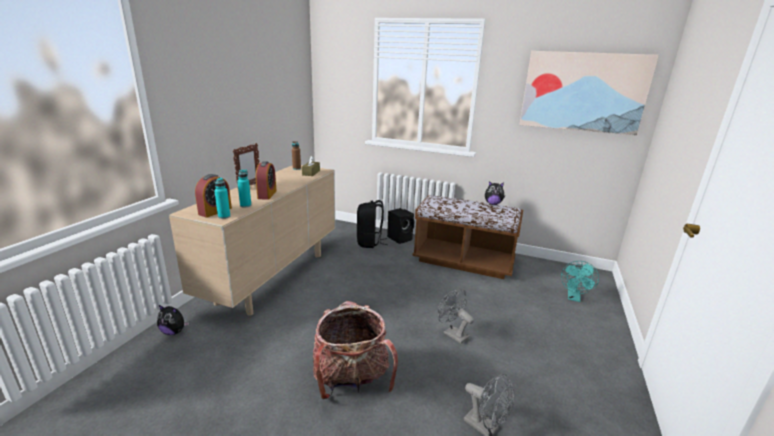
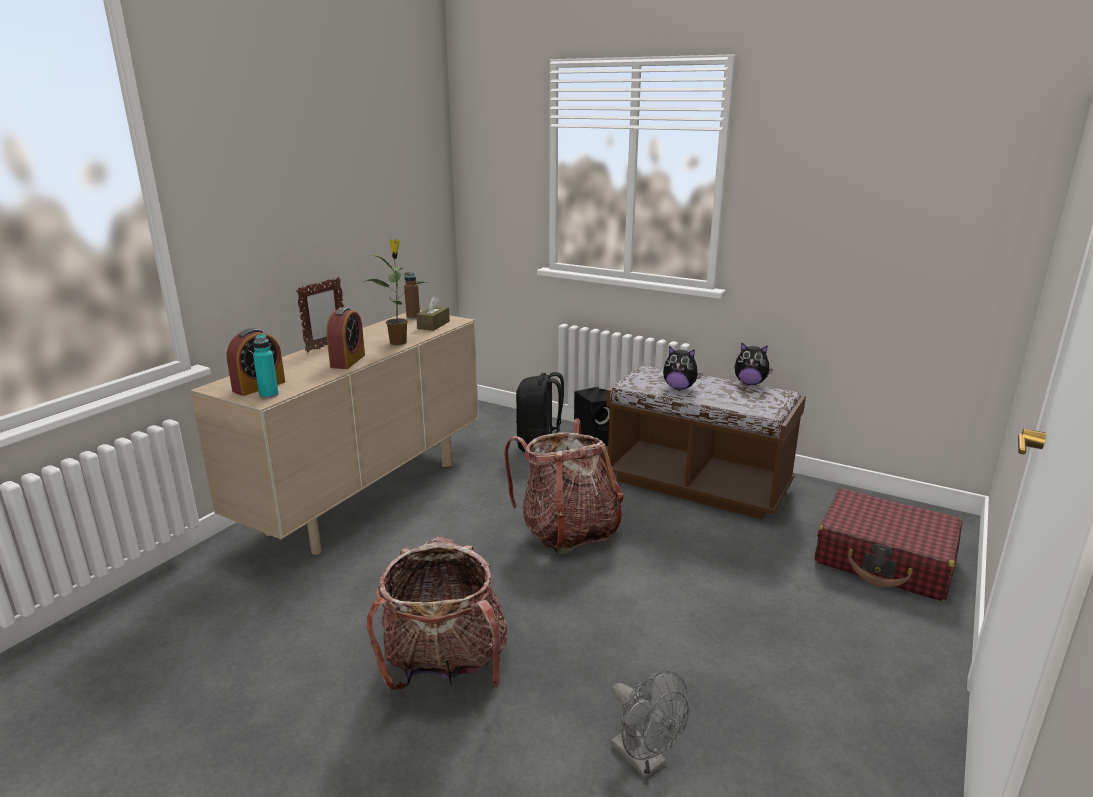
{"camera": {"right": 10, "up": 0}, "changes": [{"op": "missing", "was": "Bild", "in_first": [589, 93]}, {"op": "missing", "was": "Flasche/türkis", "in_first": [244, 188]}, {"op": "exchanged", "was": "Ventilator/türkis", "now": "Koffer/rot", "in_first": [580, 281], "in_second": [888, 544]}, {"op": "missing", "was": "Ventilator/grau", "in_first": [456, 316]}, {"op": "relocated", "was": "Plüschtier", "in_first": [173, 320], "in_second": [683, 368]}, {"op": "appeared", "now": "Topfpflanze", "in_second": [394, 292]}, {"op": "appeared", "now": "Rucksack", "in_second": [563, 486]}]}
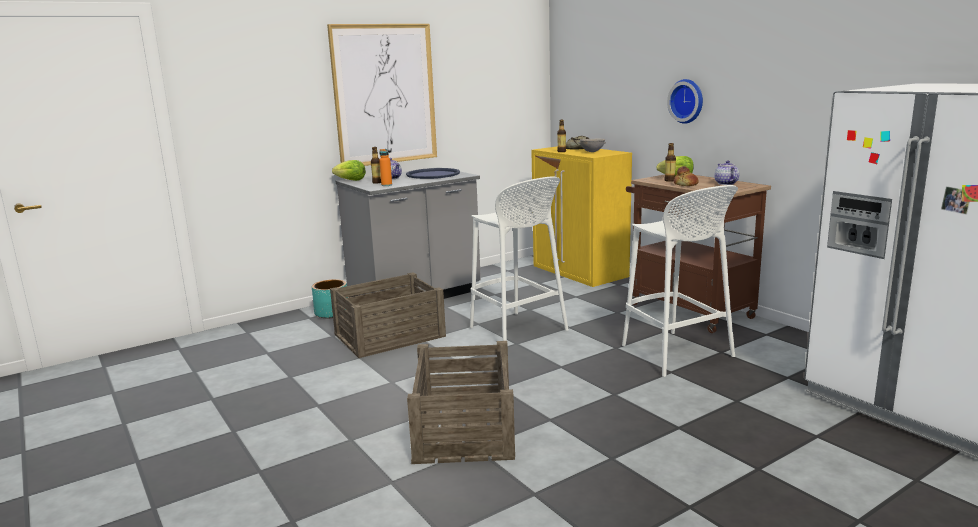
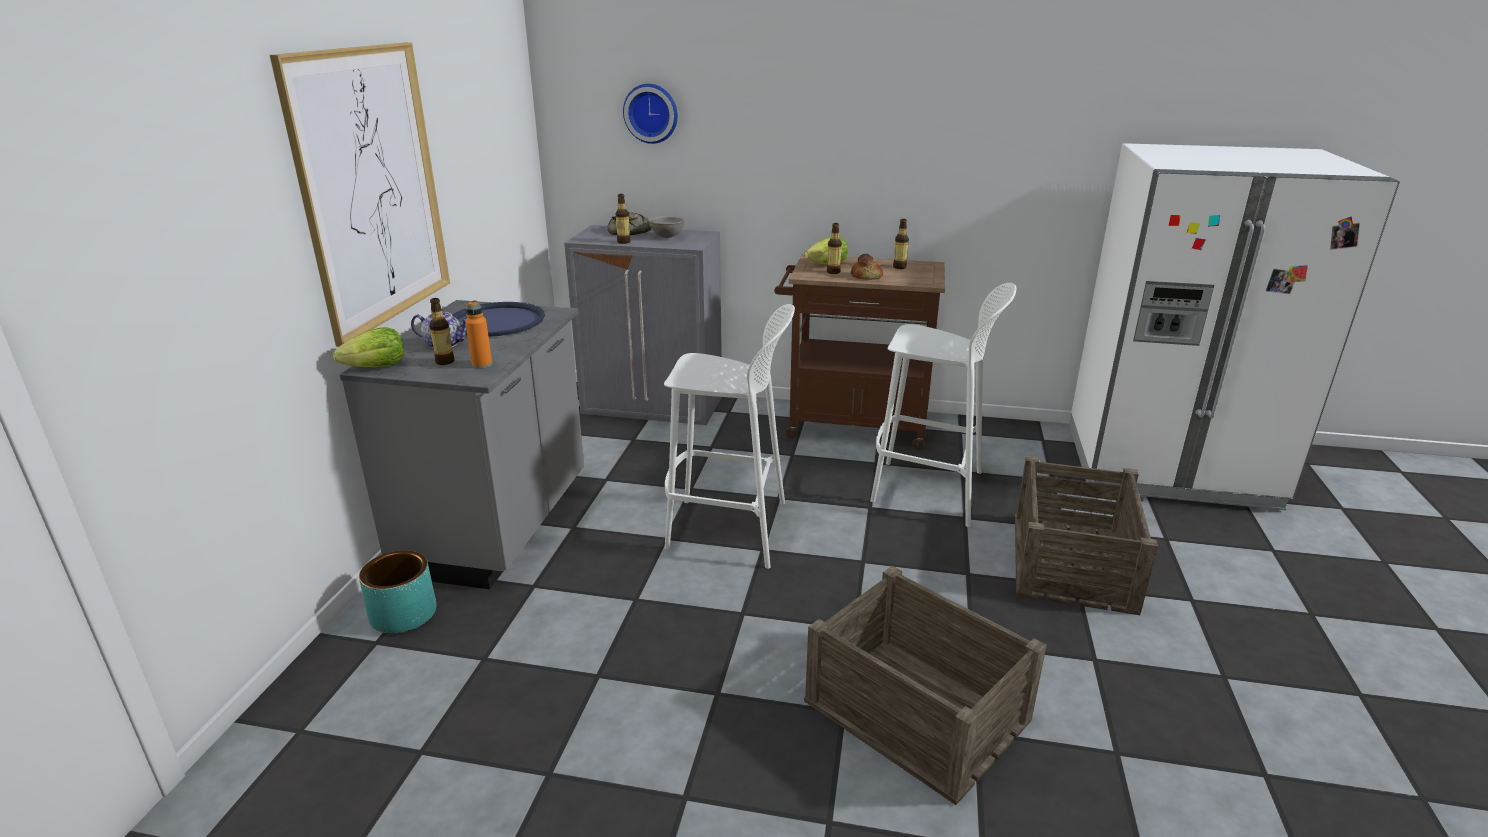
{"camera": {"right": -45, "up": 10}, "changes": [{"op": "relocated", "was": "Wanduhr", "in_first": [685, 101], "in_second": [650, 114]}, {"op": "colour", "was": "Schrank/gelb", "now": "Schrank/grau", "in_first": [581, 216], "in_second": [643, 325]}, {"op": "exchanged", "was": "Teekanne", "now": "Flasche", "in_first": [726, 172], "in_second": [901, 244]}, {"op": "relocated", "was": "Kiste", "in_first": [388, 315], "in_second": [1086, 535]}]}
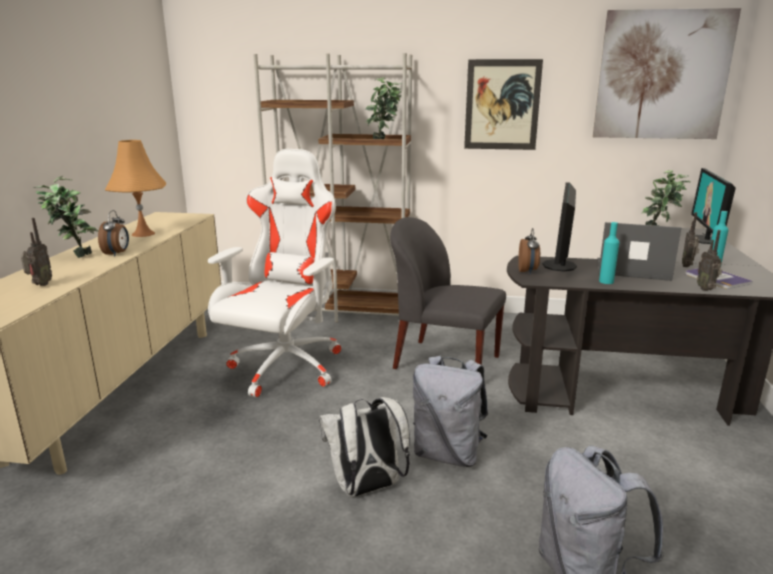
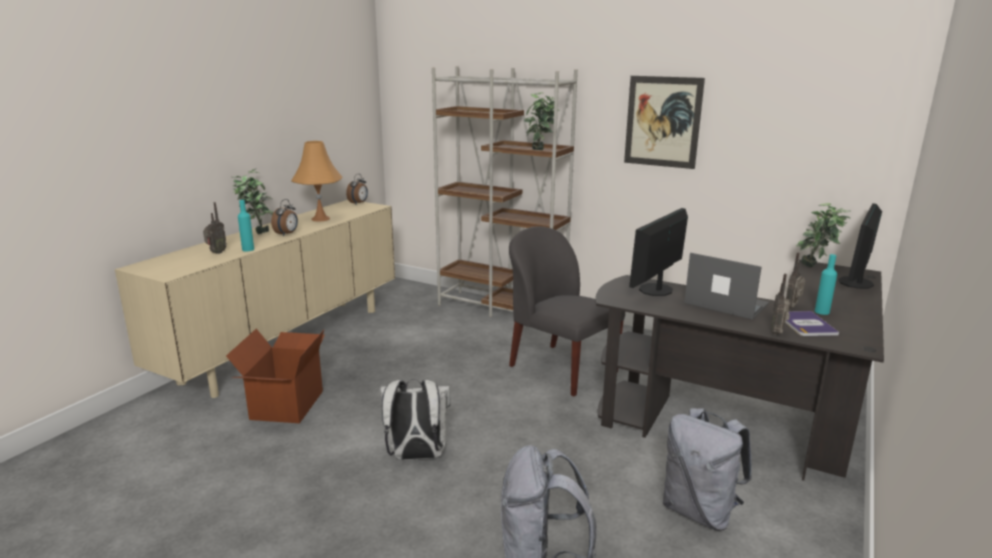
{"camera": {"right": 20, "up": 0}, "changes": [{"op": "missing", "was": "Bild", "in_first": [667, 73]}, {"op": "missing", "was": "Bürostuhl/weiß", "in_first": [275, 273]}, {"op": "relocated", "was": "Flasche/türkis", "in_first": [609, 253], "in_second": [246, 225]}, {"op": "relocated", "was": "Wecker", "in_first": [529, 251], "in_second": [357, 189]}, {"op": "relocated", "was": "Rucksack/grau", "in_first": [450, 411], "in_second": [707, 469]}, {"op": "appeared", "now": "Karton", "in_second": [275, 376]}]}
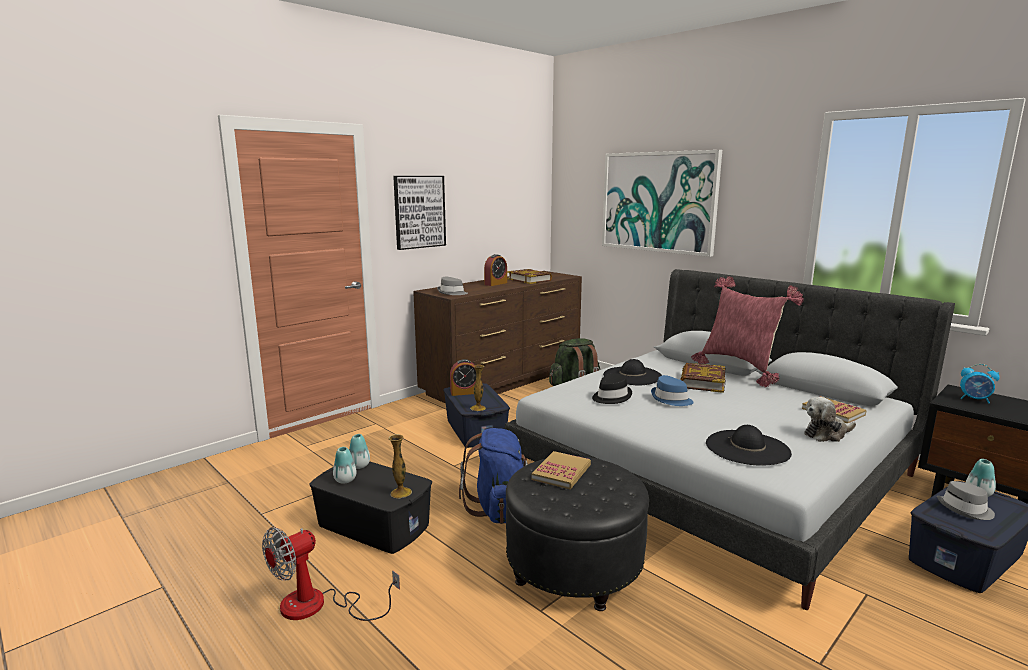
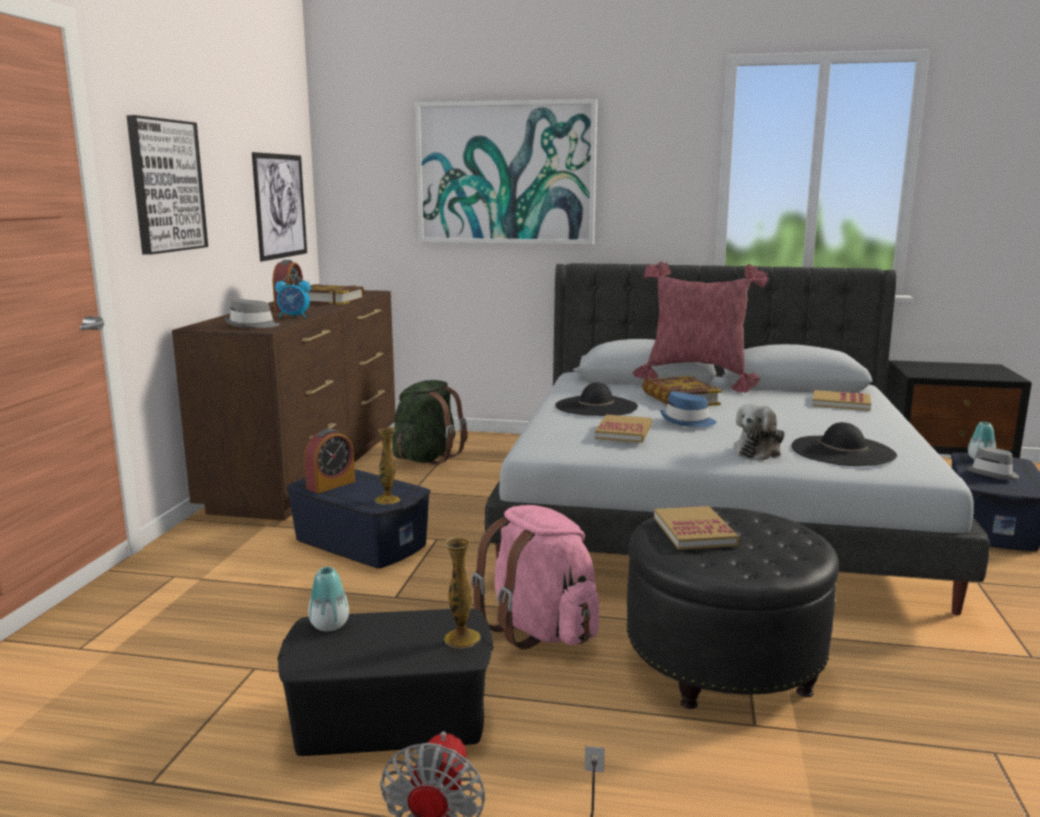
{"camera": {"right": -35, "up": 0}, "changes": [{"op": "relocated", "was": "Wecker", "in_first": [980, 383], "in_second": [293, 296]}, {"op": "exchanged", "was": "Hut/schwarz", "now": "Buch", "in_first": [612, 388], "in_second": [623, 429]}, {"op": "relocated", "was": "Plüschtier", "in_first": [830, 419], "in_second": [759, 431]}, {"op": "colour", "was": "Rucksack/blau", "now": "Rucksack/rosa", "in_first": [493, 476], "in_second": [535, 577]}, {"op": "missing", "was": "Vase", "in_first": [344, 465]}, {"op": "appeared", "now": "Bild", "in_second": [279, 206]}]}
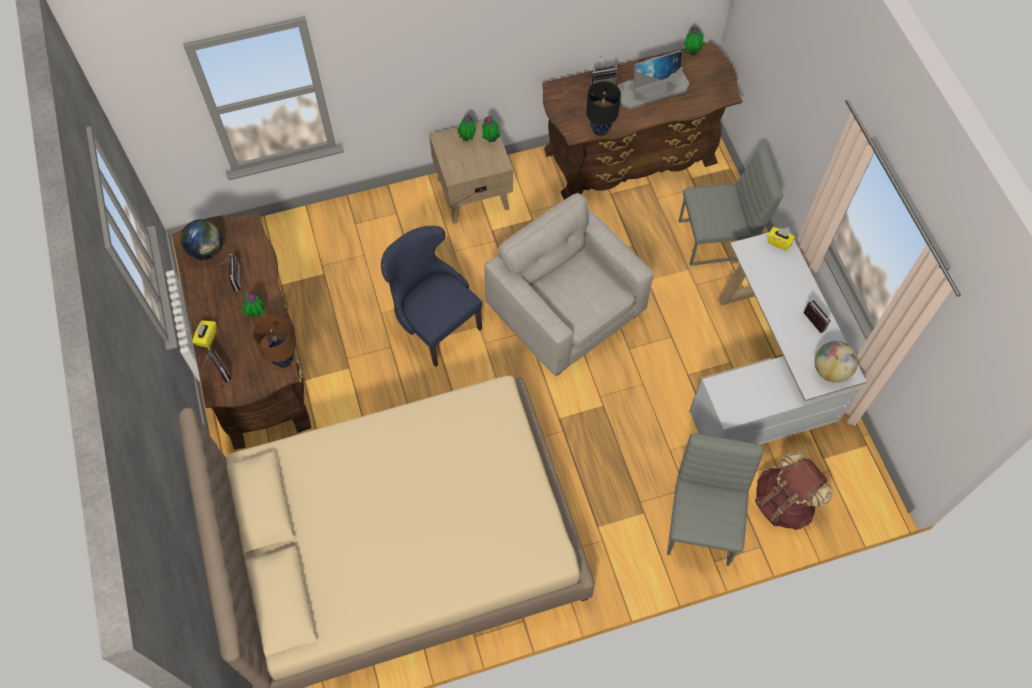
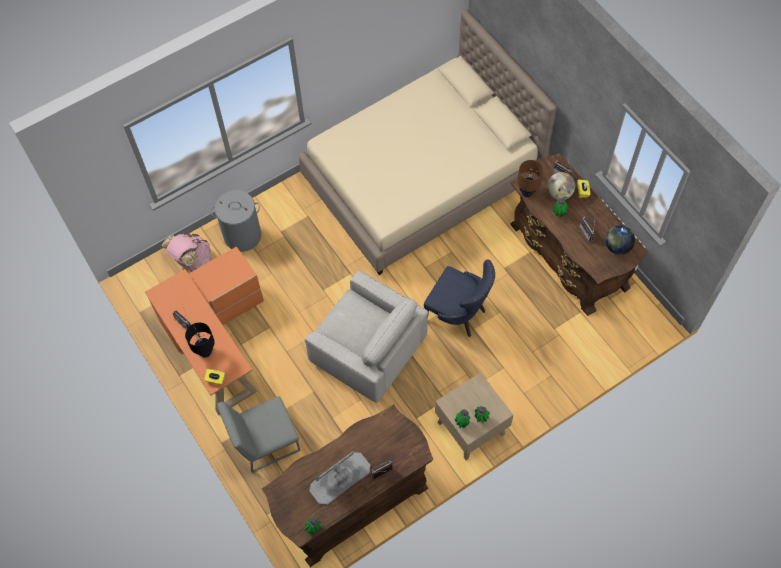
{"camera": {"right": 165, "up": 0}, "changes": [{"op": "relocated", "was": "Tischlampe/schwarz", "in_first": [603, 108], "in_second": [200, 339]}, {"op": "colour", "was": "Schreibtisch/weiß", "now": "Schreibtisch/orange", "in_first": [778, 336], "in_second": [204, 330]}, {"op": "relocated", "was": "Globus", "in_first": [836, 362], "in_second": [561, 186]}, {"op": "exchanged", "was": "Stuhl/grau", "now": "Wäschekorb/grau", "in_first": [715, 499], "in_second": [235, 221]}, {"op": "colour", "was": "Rucksack/braun", "now": "Rucksack/rosa", "in_first": [794, 490], "in_second": [186, 251]}]}
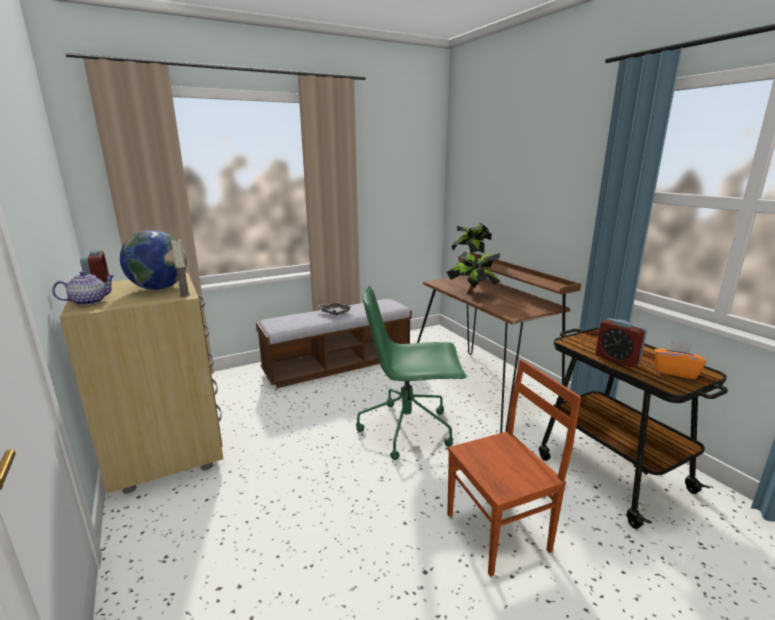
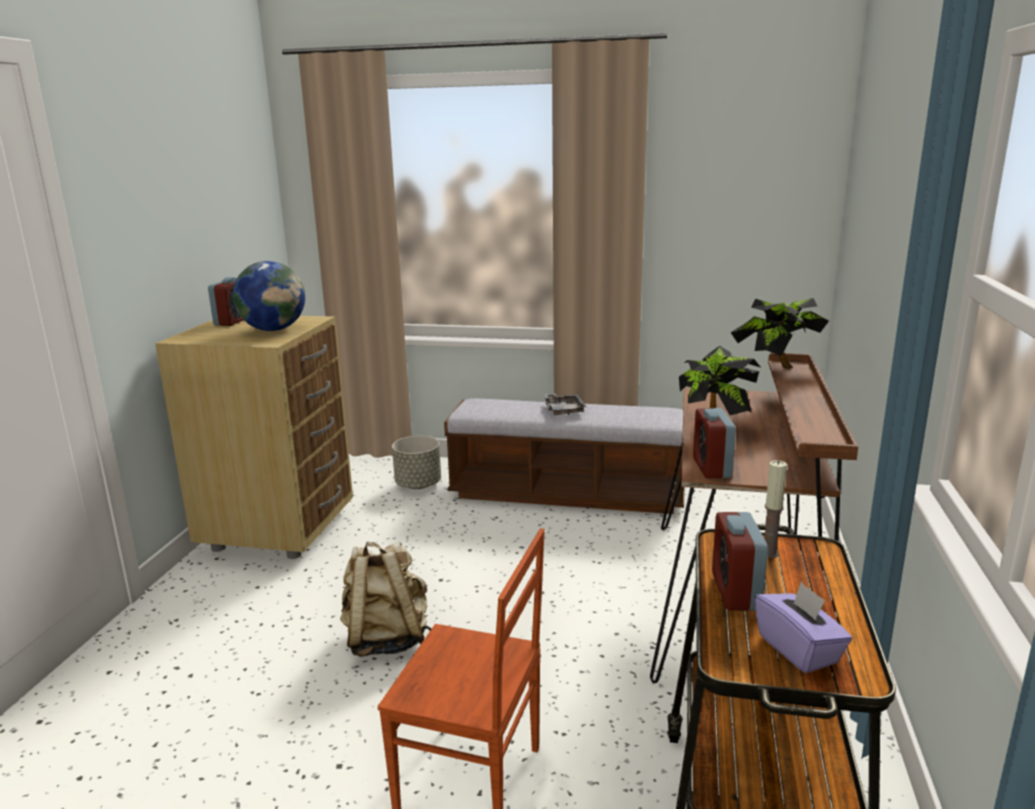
{"camera": {"right": 40, "up": 0}, "changes": [{"op": "relocated", "was": "Kerze", "in_first": [180, 268], "in_second": [775, 509]}, {"op": "missing", "was": "Teekanne", "in_first": [83, 288]}, {"op": "missing", "was": "Bürostuhl/grün", "in_first": [411, 373]}, {"op": "colour", "was": "Taschentuchbox/orange", "now": "Taschentuchbox/lila", "in_first": [680, 359], "in_second": [803, 627]}, {"op": "appeared", "now": "Wecker", "in_second": [714, 443]}, {"op": "appeared", "now": "Pflanzkübel/grau", "in_second": [416, 462]}, {"op": "appeared", "now": "Rucksack/beige", "in_second": [385, 599]}]}
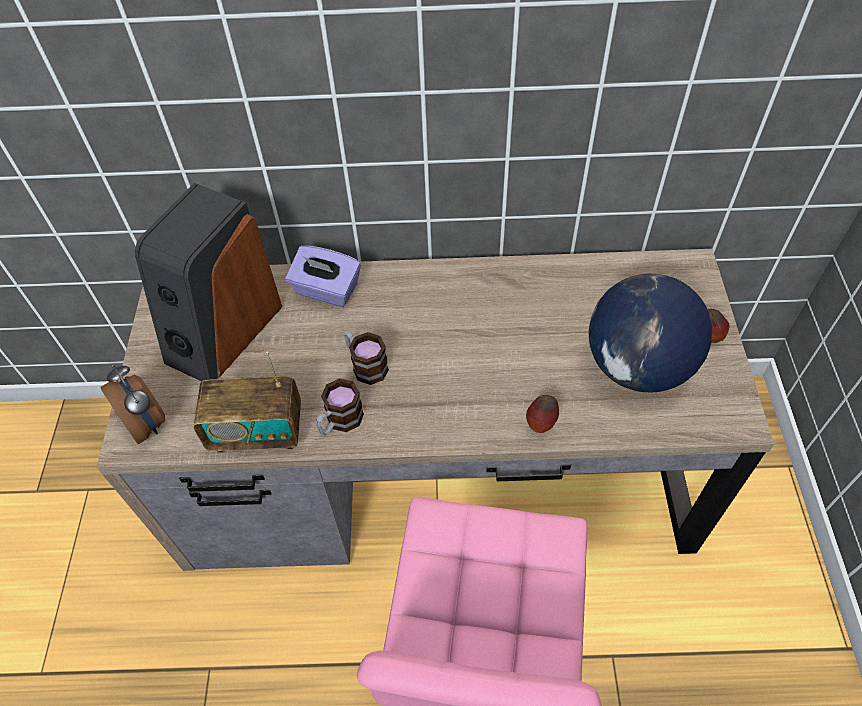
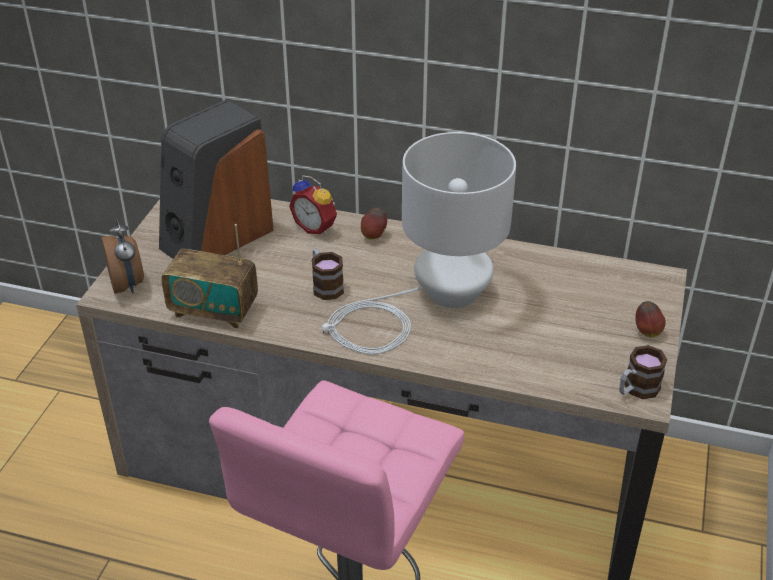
{"camera": {"right": 15, "up": -15}, "changes": [{"op": "exchanged", "was": "Taschentuchbox/lila", "now": "Wecker", "in_first": [323, 276], "in_second": [313, 205]}, {"op": "missing", "was": "Globus", "in_first": [650, 332]}, {"op": "relocated", "was": "Henkelbecher", "in_first": [340, 406], "in_second": [643, 372]}, {"op": "relocated", "was": "Apfel", "in_first": [542, 414], "in_second": [374, 223]}, {"op": "appeared", "now": "Tischlampe/weiß", "in_second": [418, 243]}]}
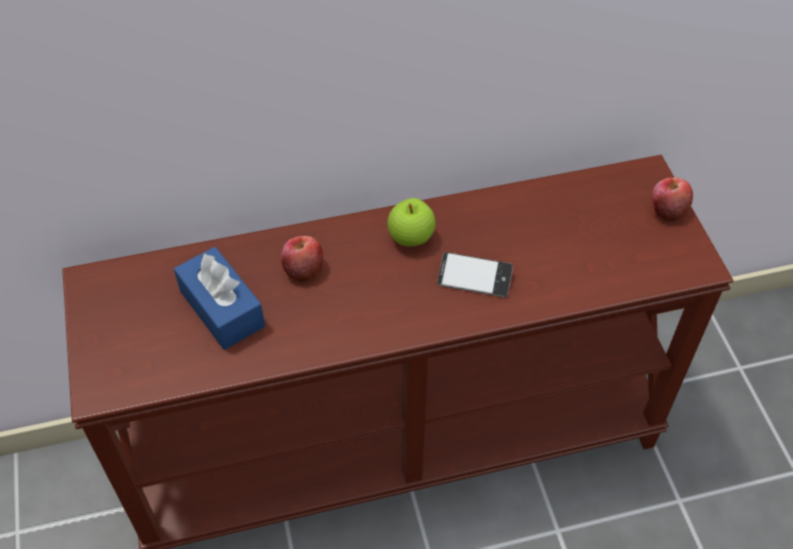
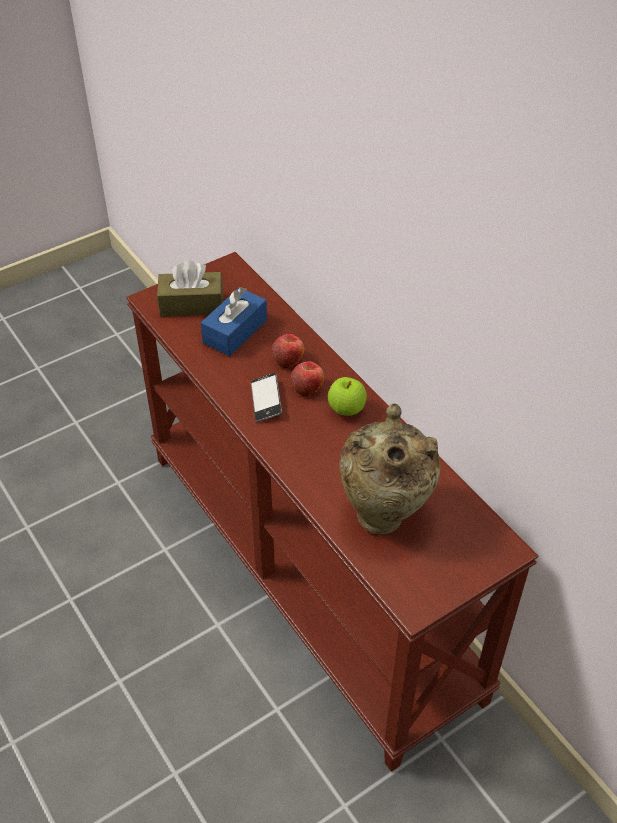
{"camera": {"right": 70, "up": -5}, "changes": [{"op": "relocated", "was": "Apfel", "in_first": [672, 200], "in_second": [307, 378]}, {"op": "relocated", "was": "Handy", "in_first": [475, 274], "in_second": [266, 397]}, {"op": "appeared", "now": "Taschentuchbox/braun", "in_second": [190, 288]}, {"op": "appeared", "now": "Vase/beige", "in_second": [390, 468]}]}
